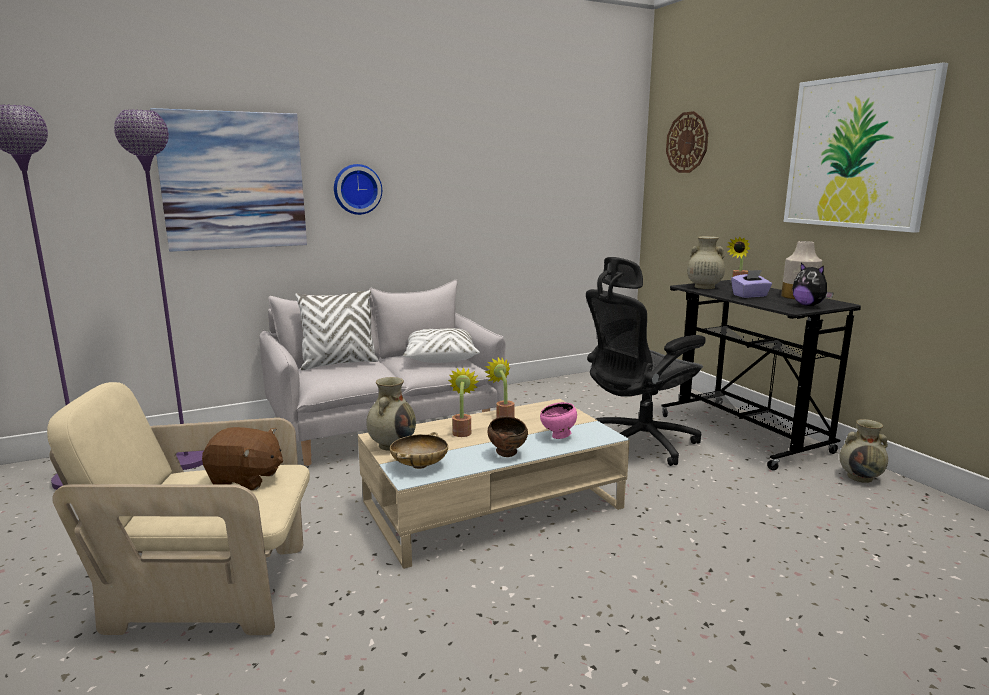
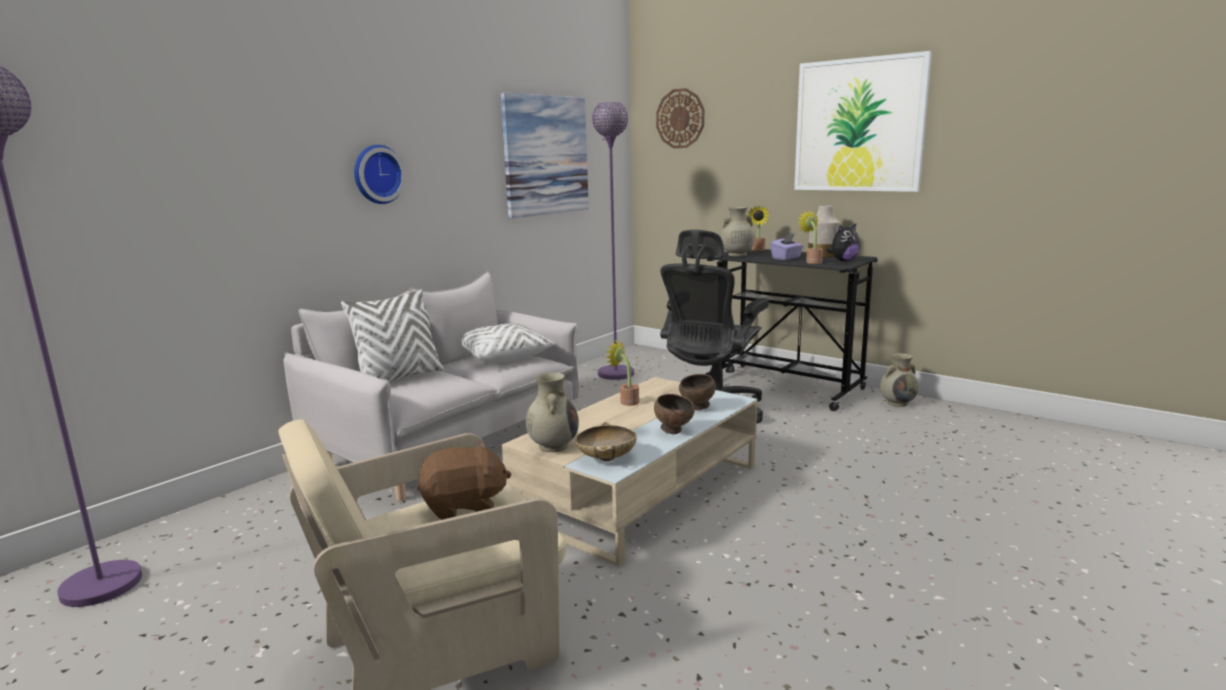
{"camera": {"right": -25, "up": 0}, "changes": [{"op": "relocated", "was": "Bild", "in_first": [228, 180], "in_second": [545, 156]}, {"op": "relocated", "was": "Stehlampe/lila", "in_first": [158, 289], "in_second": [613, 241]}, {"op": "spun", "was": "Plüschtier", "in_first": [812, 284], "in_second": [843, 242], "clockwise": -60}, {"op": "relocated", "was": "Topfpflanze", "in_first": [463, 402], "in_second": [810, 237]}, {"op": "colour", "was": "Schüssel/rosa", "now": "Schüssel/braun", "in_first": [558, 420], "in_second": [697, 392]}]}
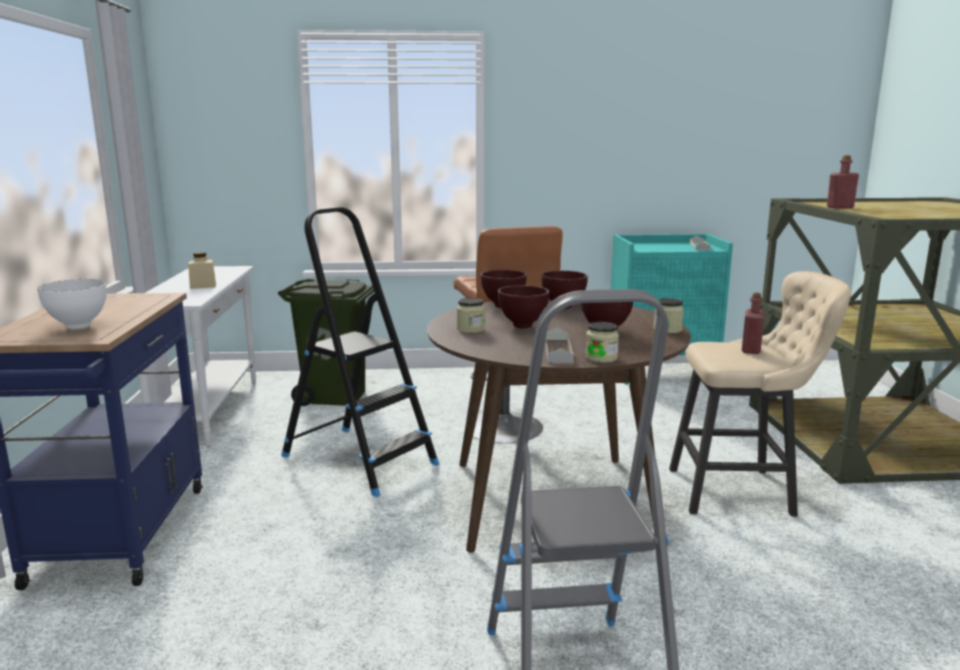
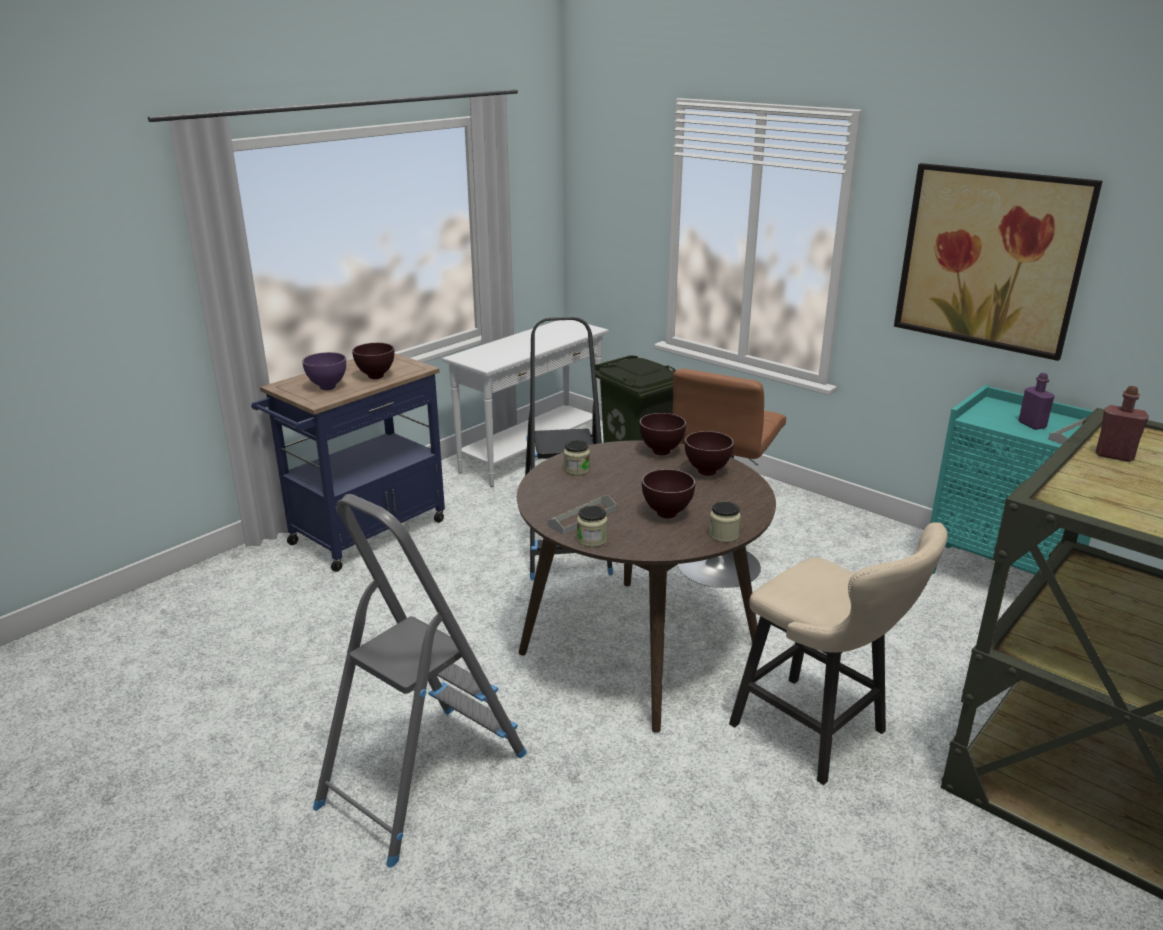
{"camera": {"right": 45, "up": 10}, "changes": [{"op": "missing", "was": "Vorratsglas/beige", "in_first": [202, 270]}, {"op": "colour", "was": "Schüssel/weiß", "now": "Schüssel/lila", "in_first": [72, 304], "in_second": [324, 371]}, {"op": "relocated", "was": "Schüssel/braun", "in_first": [523, 307], "in_second": [373, 361]}, {"op": "missing", "was": "Flasche/rot", "in_first": [753, 323]}, {"op": "appeared", "now": "Bild", "in_second": [998, 262]}, {"op": "appeared", "now": "Flasche/lila", "in_second": [1036, 401]}]}
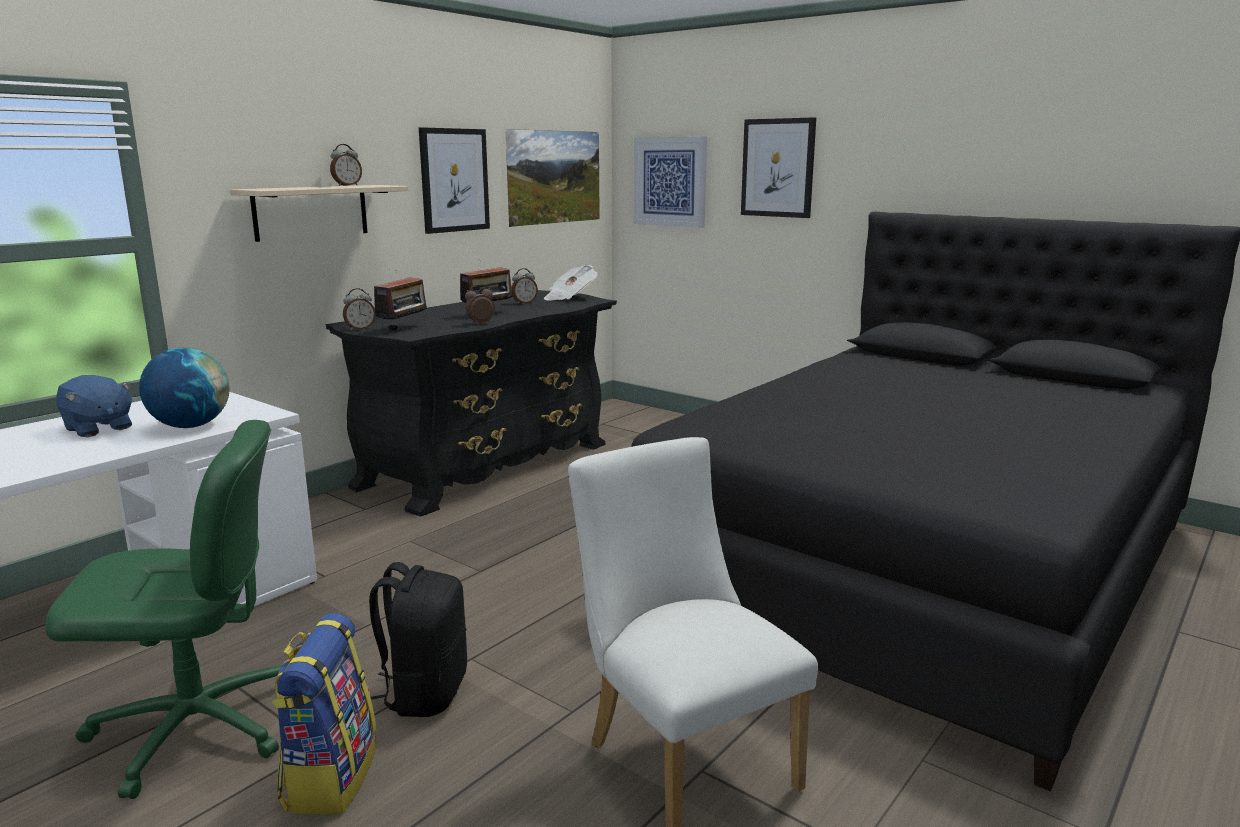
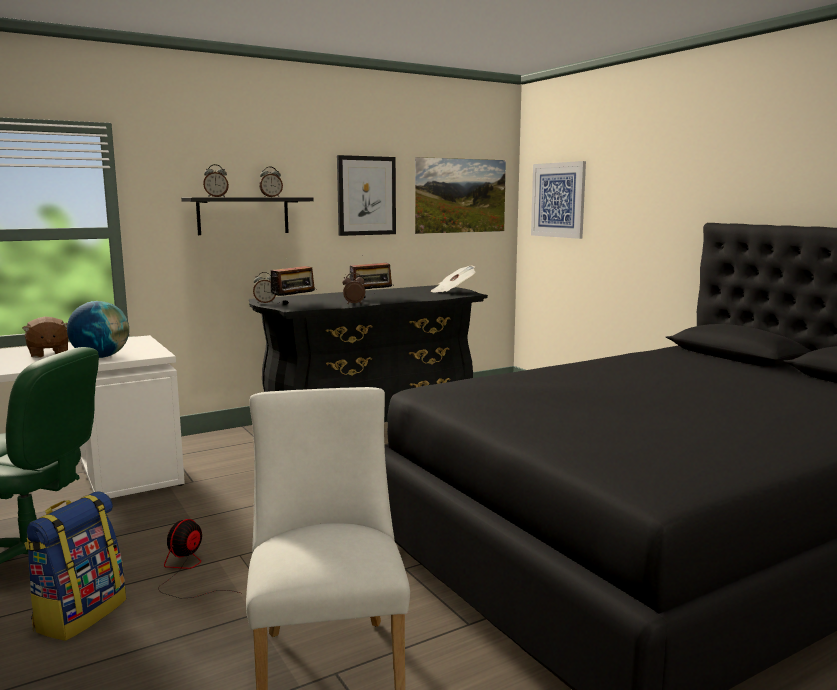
{"camera": {"right": 20, "up": -5}, "changes": [{"op": "missing", "was": "Bild", "in_first": [778, 167]}, {"op": "colour", "was": "Wandregal/beige", "now": "Wandregal/schwarz", "in_first": [319, 213], "in_second": [247, 216]}, {"op": "relocated", "was": "Wecker", "in_first": [525, 286], "in_second": [216, 180]}, {"op": "colour", "was": "Plüschtier/blau", "now": "Plüschtier/braun", "in_first": [94, 406], "in_second": [45, 337]}, {"op": "exchanged", "was": "Rucksack/schwarz", "now": "Ventilator", "in_first": [418, 639], "in_second": [199, 558]}]}
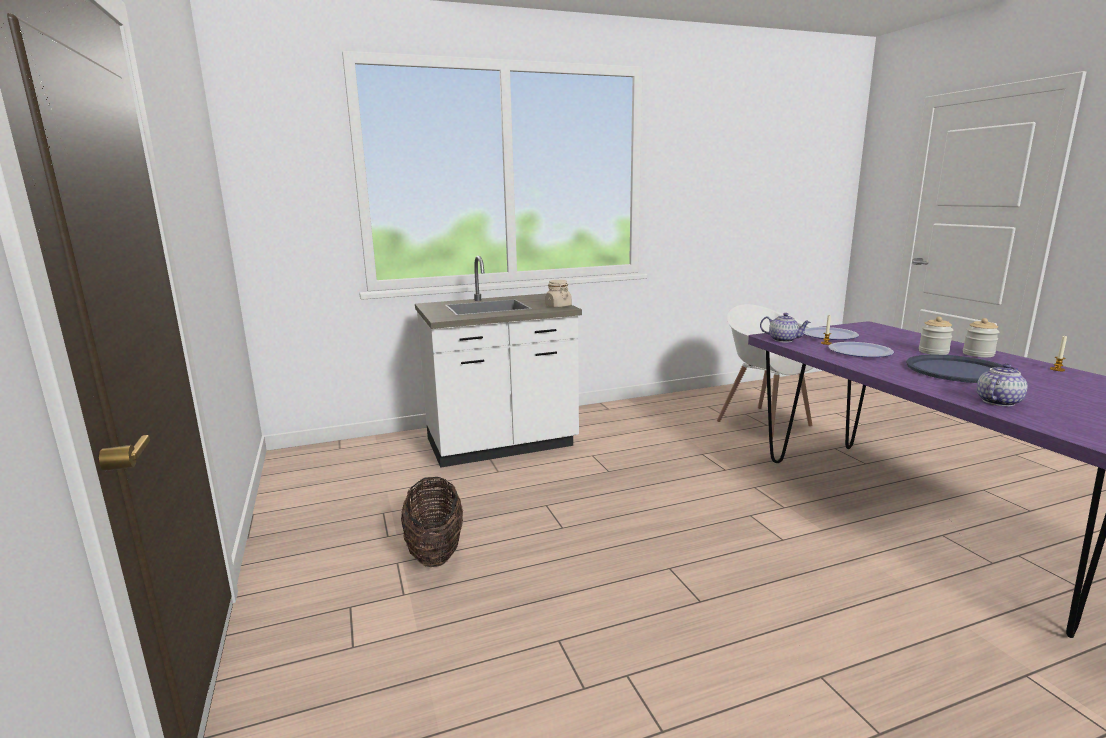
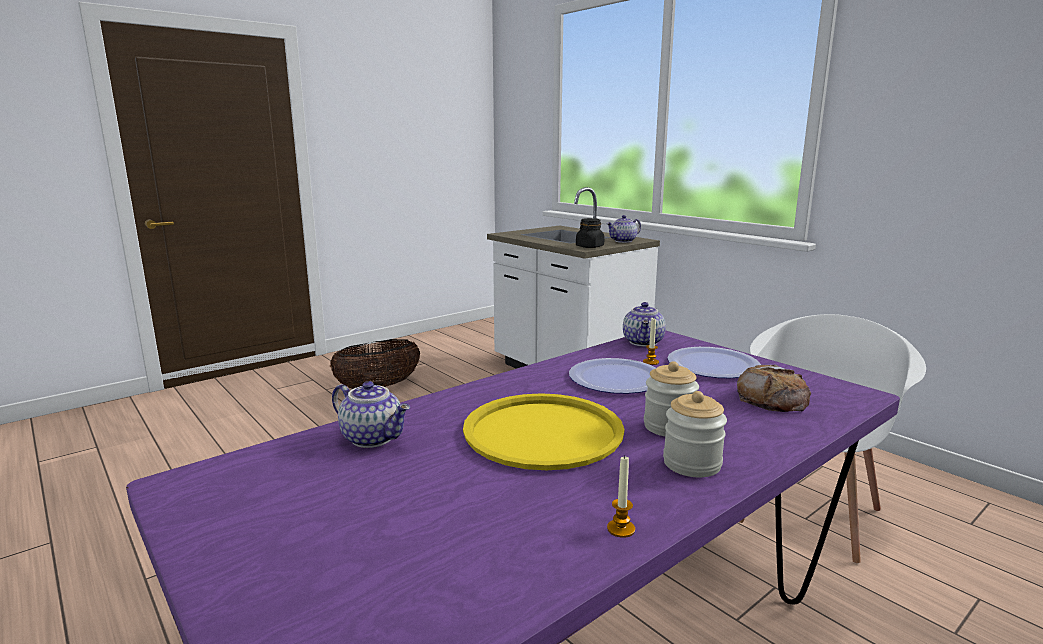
{"camera": {"right": 70, "up": 0}, "changes": [{"op": "colour", "was": "Vorratsglas/beige", "now": "Vorratsglas/schwarz", "in_first": [558, 294], "in_second": [590, 233]}, {"op": "colour", "was": "Tablett/blau", "now": "Tablett/gelb", "in_first": [954, 369], "in_second": [544, 431]}, {"op": "appeared", "now": "Teekanne", "in_second": [623, 229]}, {"op": "appeared", "now": "Brot", "in_second": [774, 388]}]}
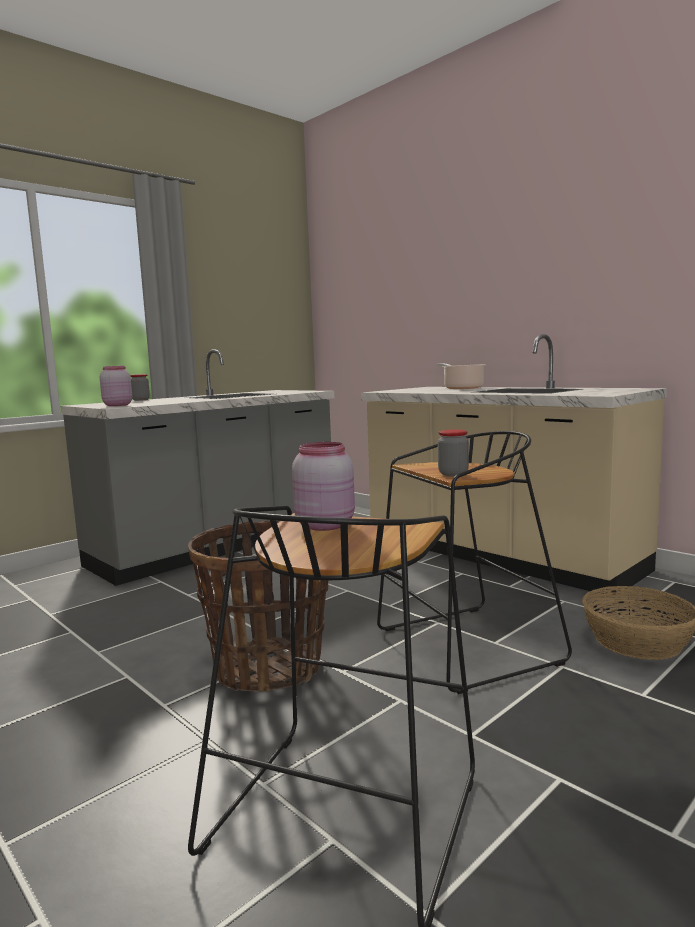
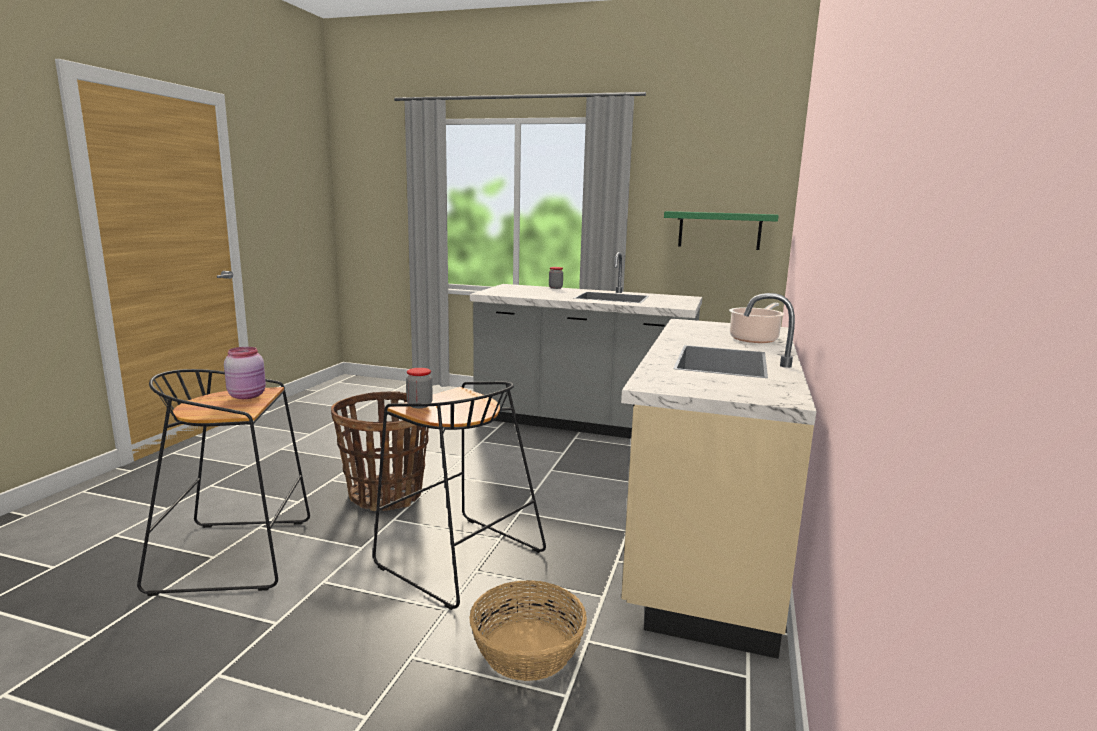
{"camera": {"right": 60, "up": 5}, "changes": [{"op": "missing", "was": "Vorratsglas/rosa", "in_first": [116, 386]}, {"op": "appeared", "now": "Wandregal/grün", "in_second": [721, 230]}]}
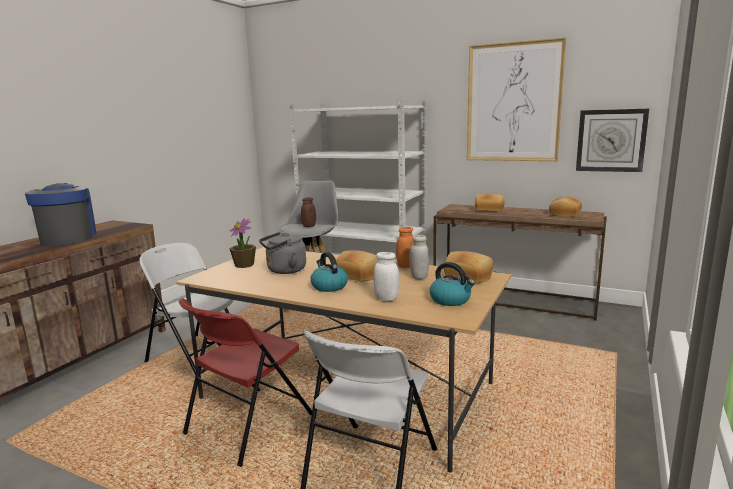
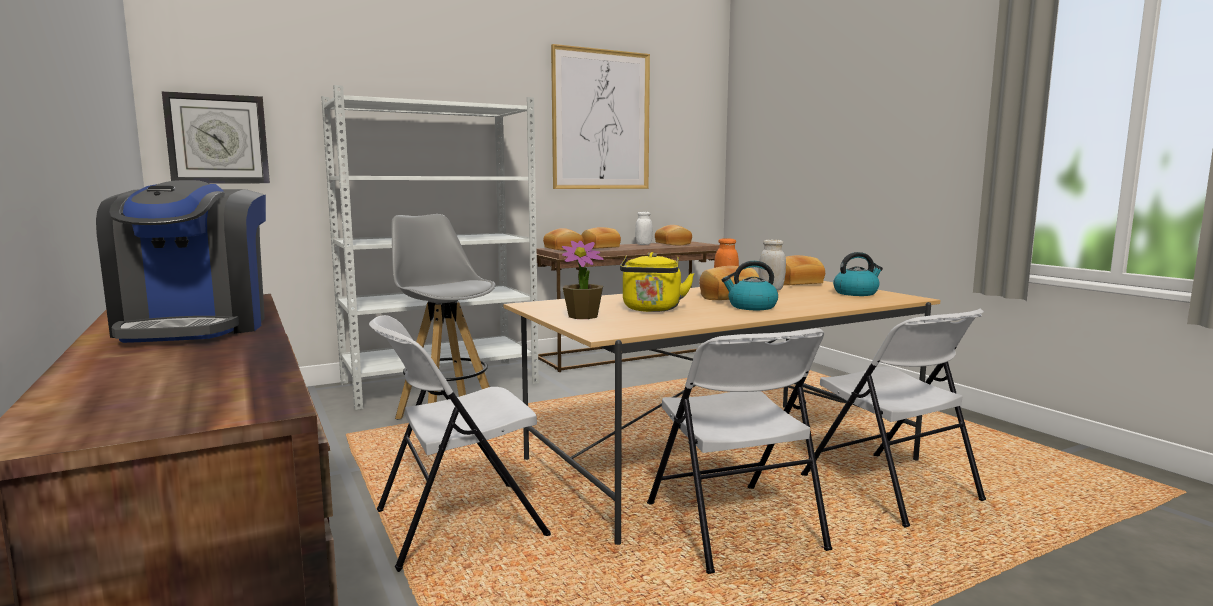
{"camera": {"right": -55, "up": -5}, "changes": [{"op": "relocated", "was": "Wanduhr", "in_first": [612, 140], "in_second": [216, 137]}, {"op": "spun", "was": "Kaffeemaschine", "in_first": [61, 214], "in_second": [181, 261], "clockwise": -120}, {"op": "missing", "was": "Vorratsglas/braun", "in_first": [308, 212]}, {"op": "colour", "was": "Wasserkessel/grau", "now": "Wasserkessel/gelb", "in_first": [282, 253], "in_second": [657, 282]}, {"op": "relocated", "was": "Vorratsglas/weiß", "in_first": [386, 276], "in_second": [644, 228]}, {"op": "colour", "was": "Stuhl/rot", "now": "Stuhl/weiß", "in_first": [245, 382], "in_second": [739, 451]}, {"op": "appeared", "now": "Brot", "in_second": [563, 239]}]}
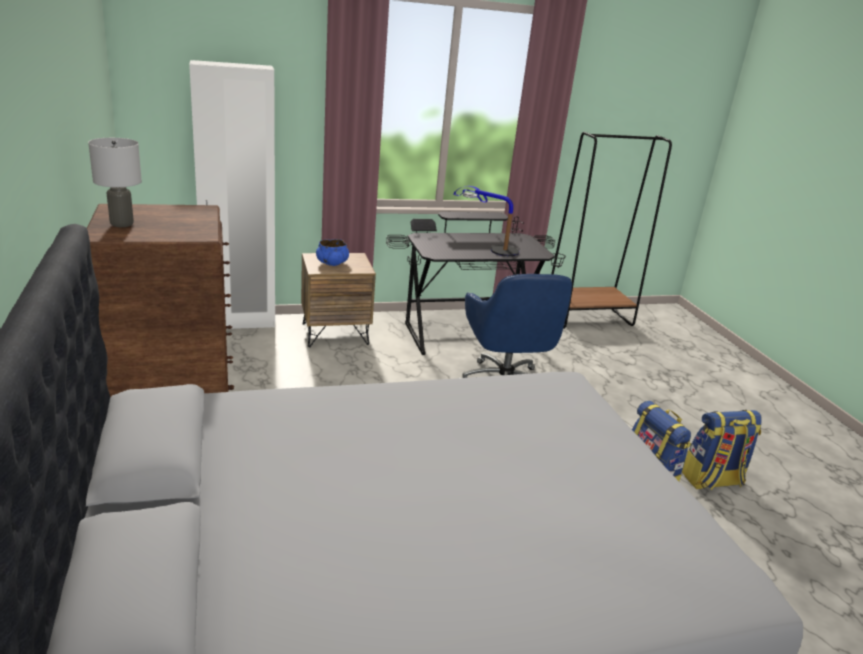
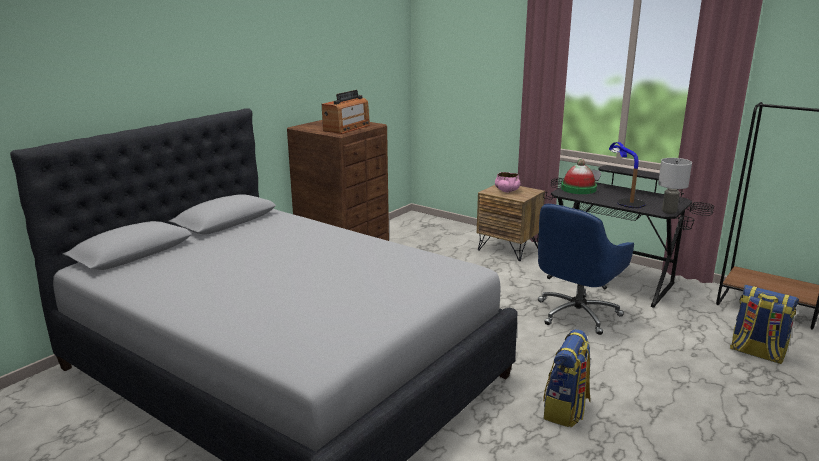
{"camera": {"right": 55, "up": -5}, "changes": [{"op": "missing", "was": "Kleiderschrank/weiß", "in_first": [232, 194]}, {"op": "relocated", "was": "Tischlampe/weiß", "in_first": [115, 182], "in_second": [675, 186]}, {"op": "colour", "was": "Schüssel/blau", "now": "Schüssel/rosa", "in_first": [332, 252], "in_second": [507, 182]}, {"op": "relocated", "was": "Rucksack", "in_first": [722, 450], "in_second": [764, 324]}, {"op": "appeared", "now": "Radio", "in_second": [346, 112]}, {"op": "appeared", "now": "Hut", "in_second": [579, 176]}]}
